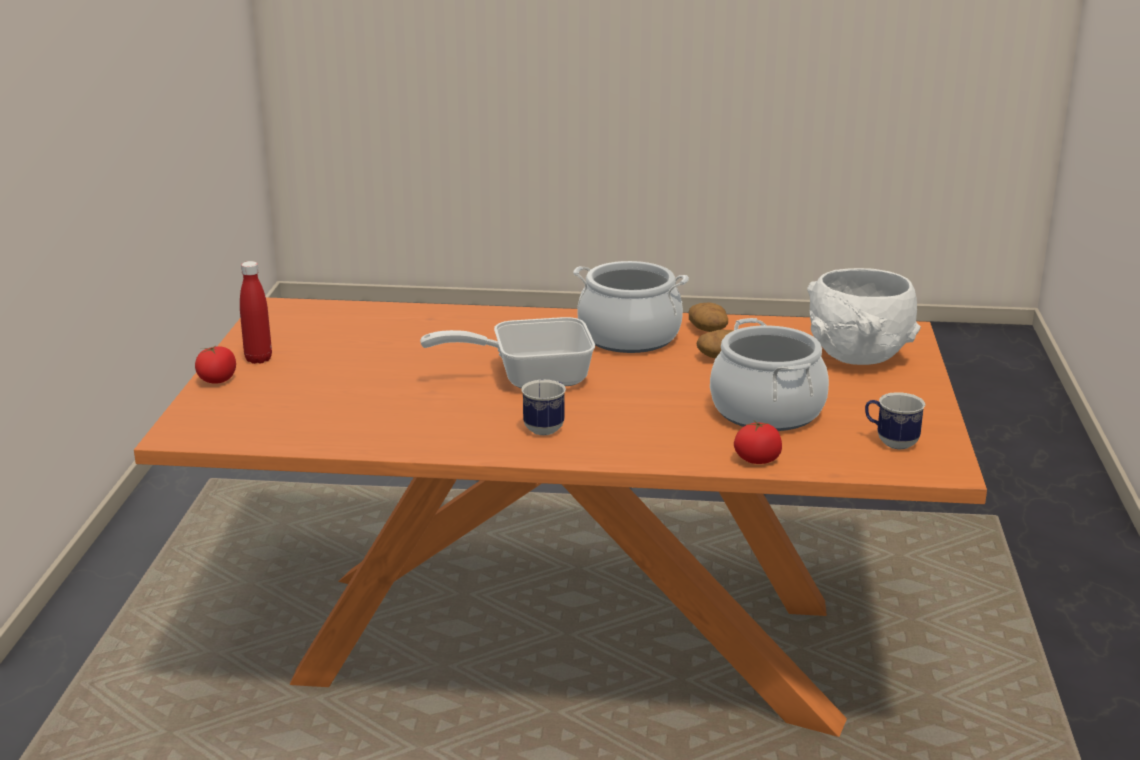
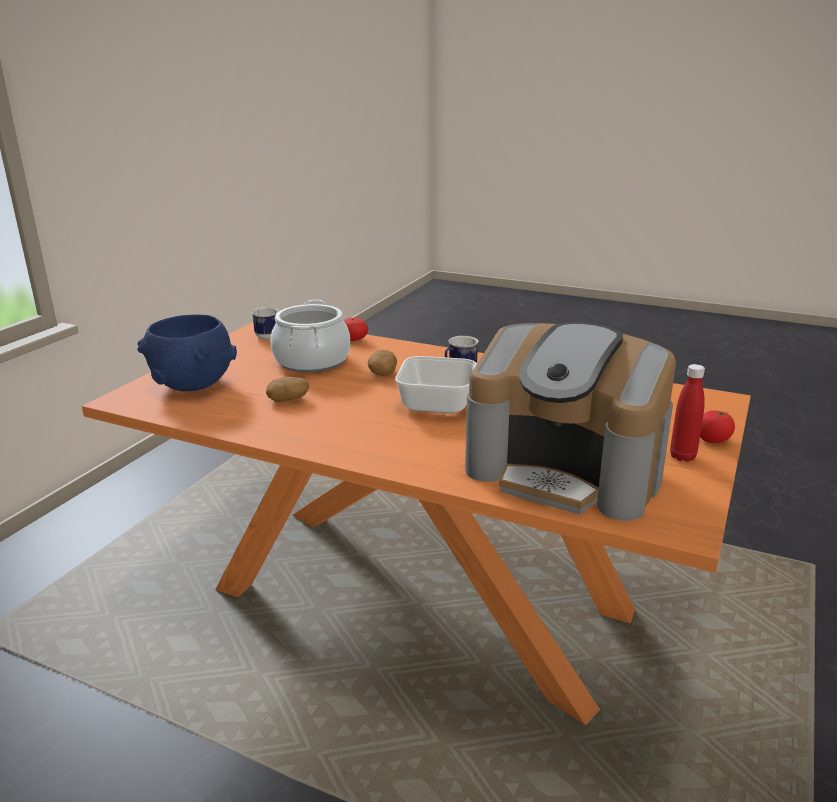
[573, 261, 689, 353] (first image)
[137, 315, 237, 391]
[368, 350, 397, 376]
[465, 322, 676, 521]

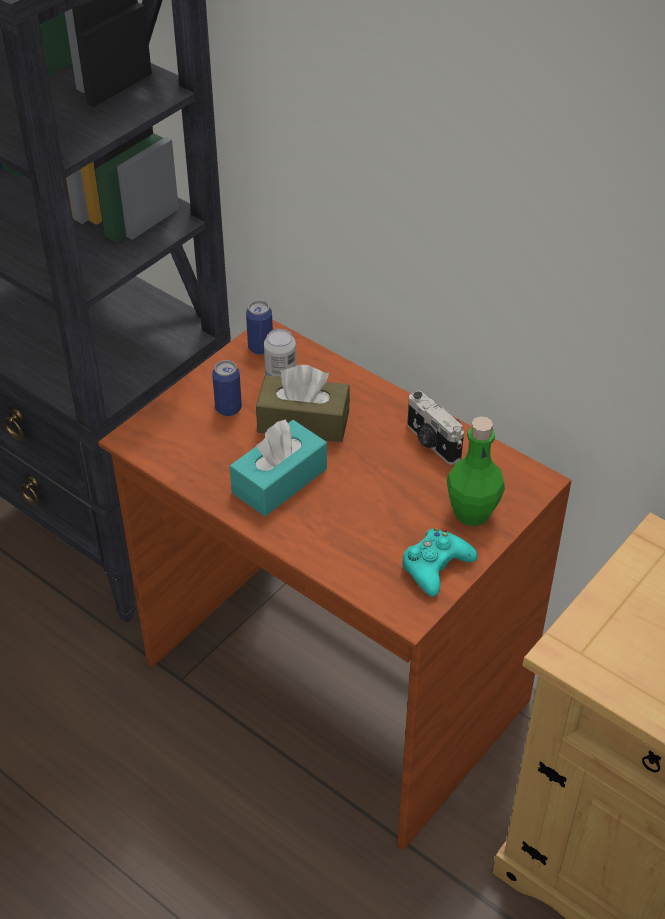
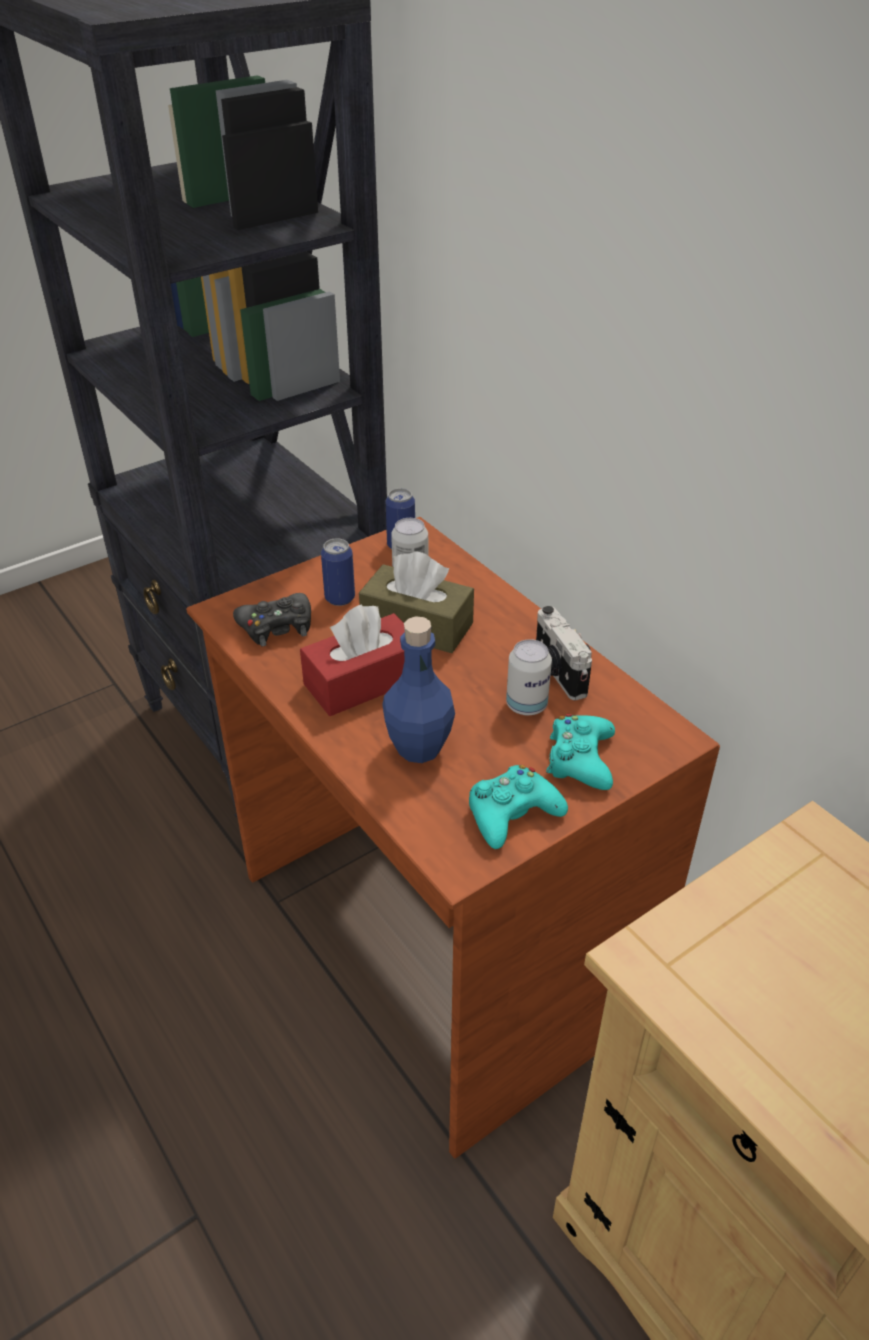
[546, 714, 615, 790]
[300, 605, 405, 716]
[233, 593, 311, 647]
[382, 616, 455, 763]
[506, 639, 552, 715]

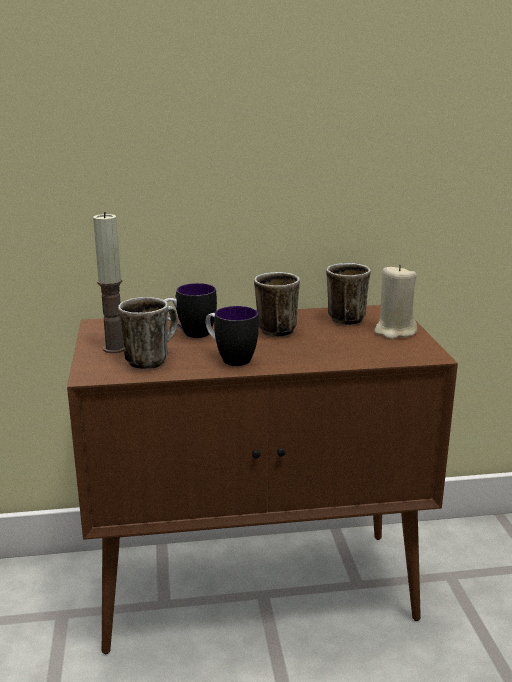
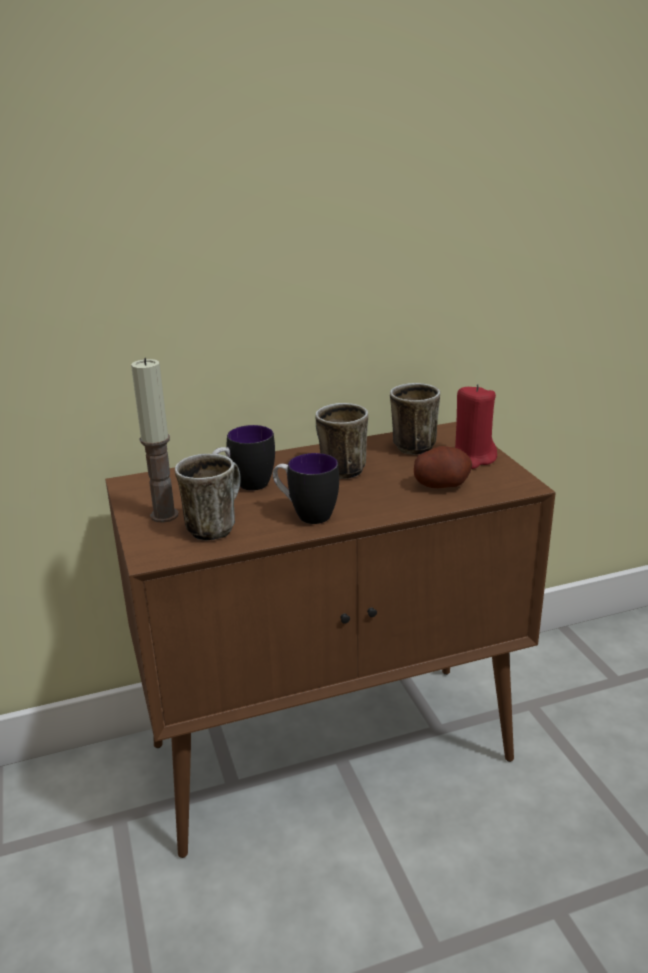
[455, 384, 497, 469]
[414, 446, 472, 488]

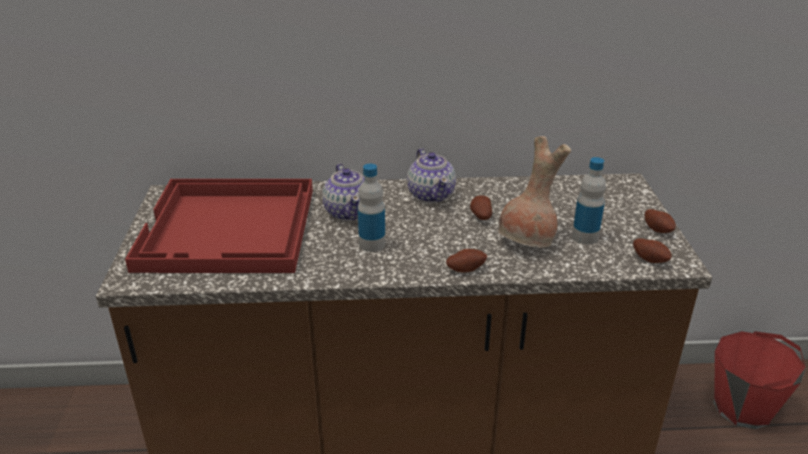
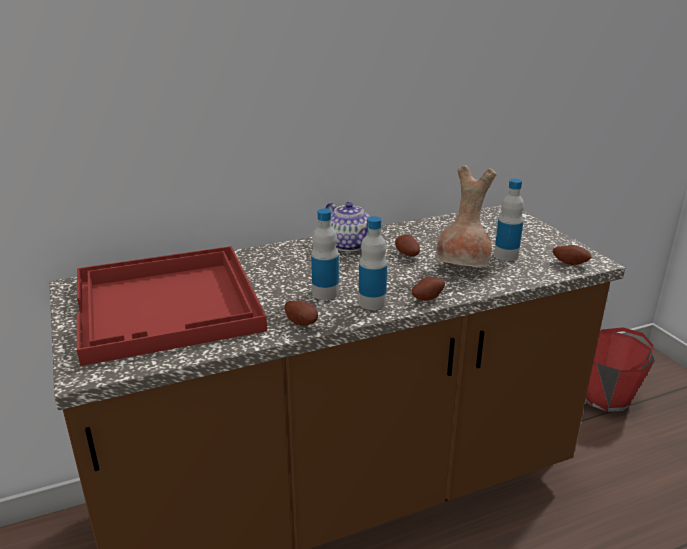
[322, 164, 364, 221] (first image)
[285, 301, 318, 326]
[359, 216, 387, 310]

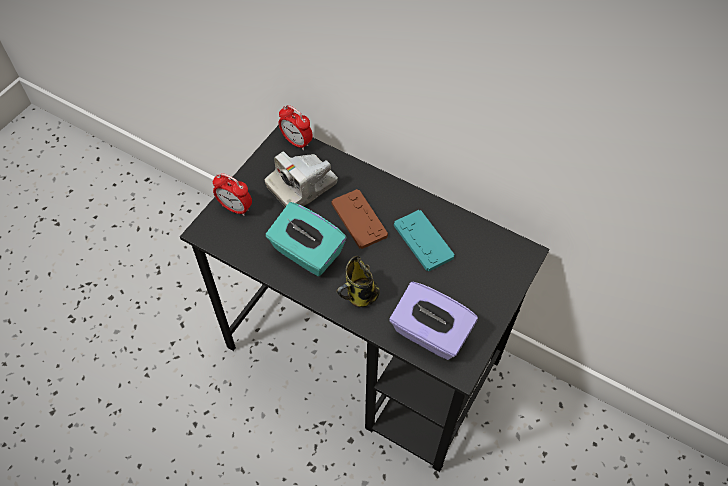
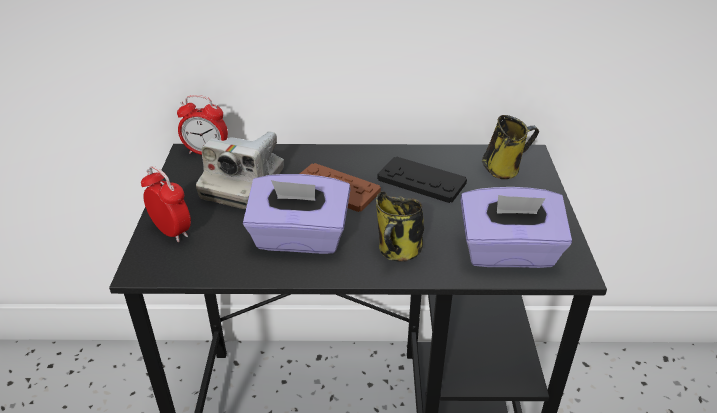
[141, 166, 191, 242]
[243, 174, 350, 254]
[377, 156, 467, 203]
[482, 115, 539, 179]

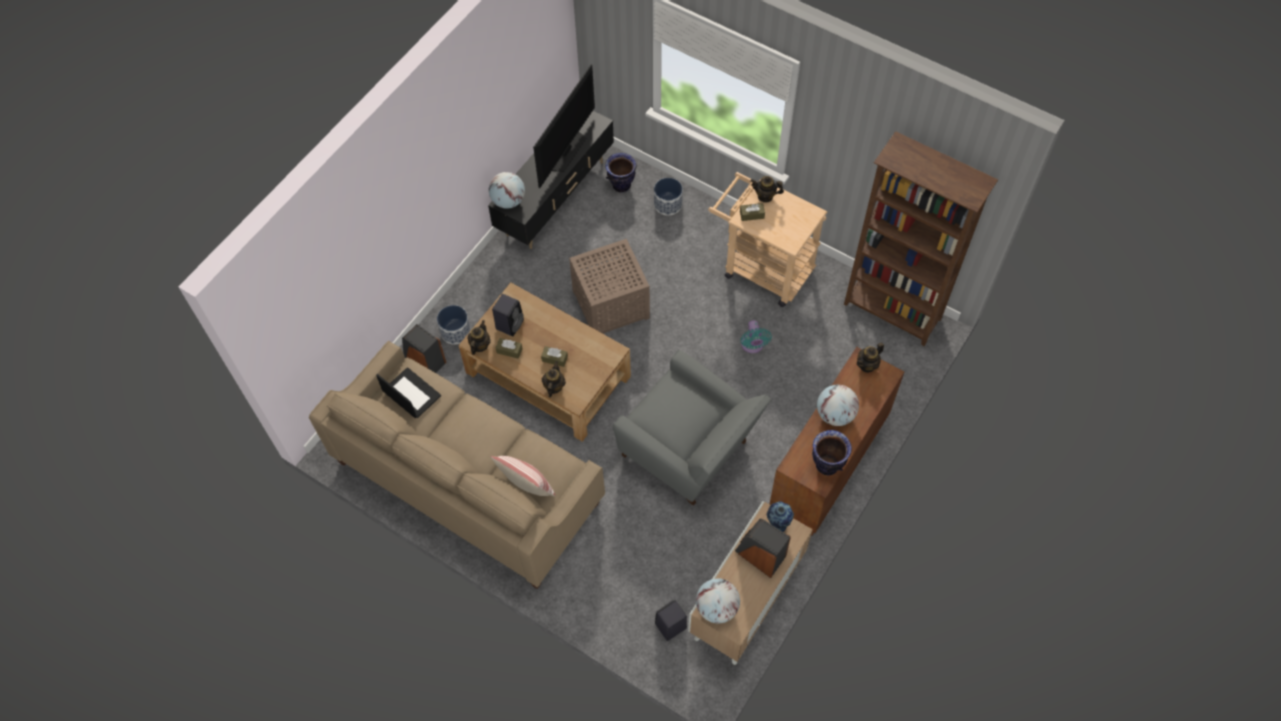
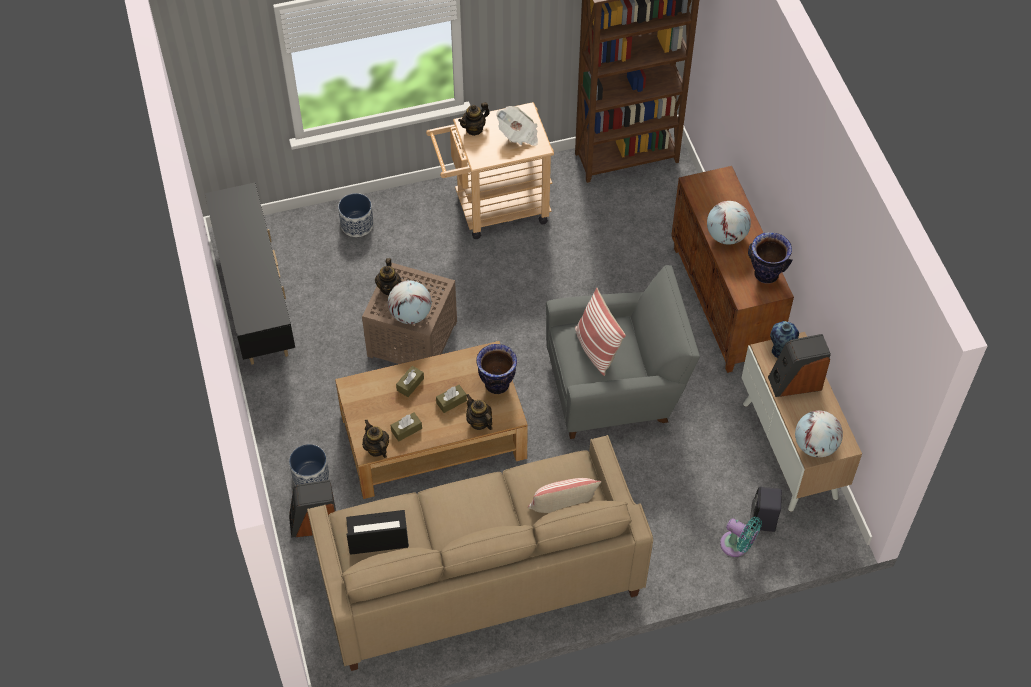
[533, 64, 595, 188] (first image)
[476, 344, 517, 394]
[388, 280, 431, 324]
[396, 366, 424, 397]
[492, 294, 524, 336] (first image)
[720, 517, 762, 557]
[375, 258, 402, 295]
[496, 106, 538, 146]
[575, 288, 626, 376]

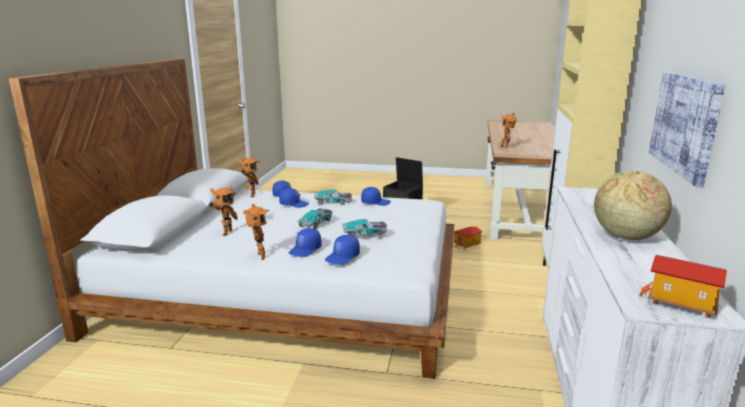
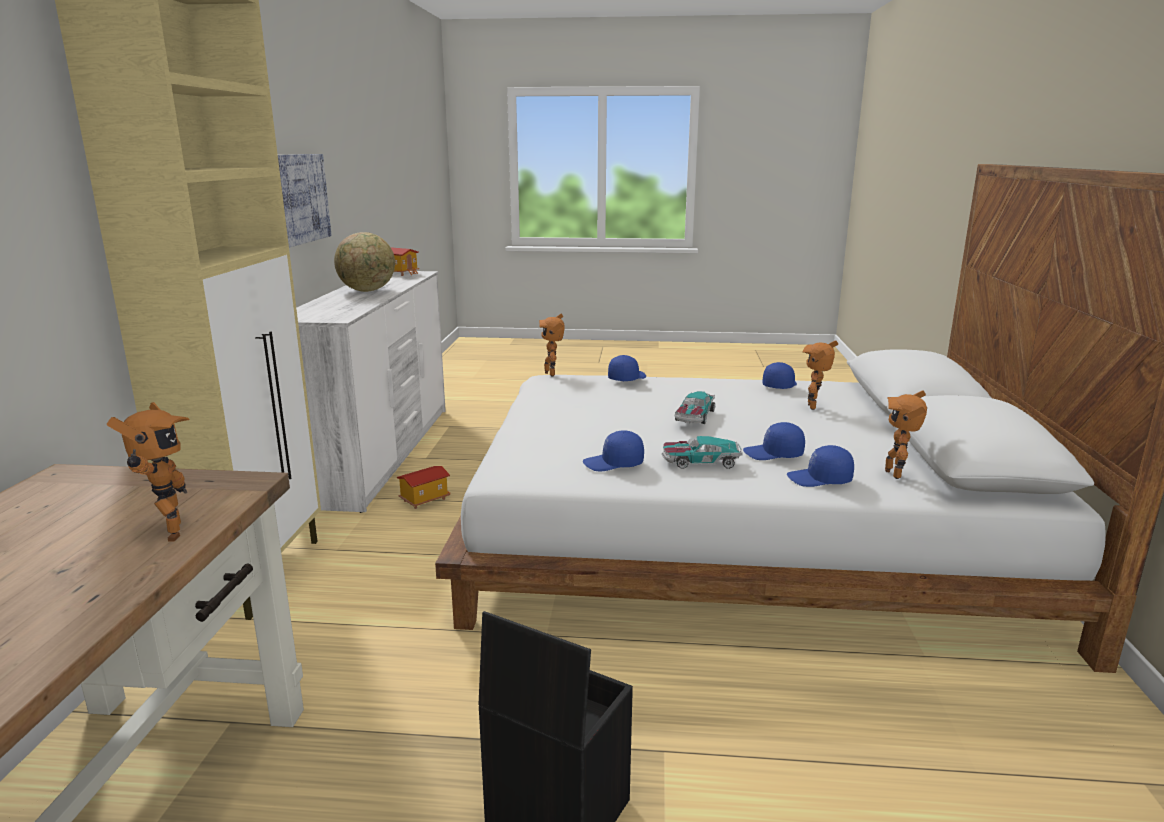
[539, 314, 565, 376]
[342, 219, 388, 237] (first image)
[397, 466, 451, 509]
[762, 362, 797, 389]

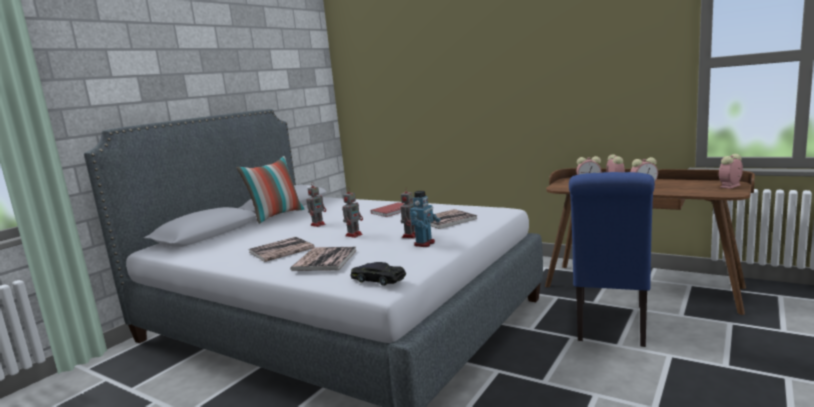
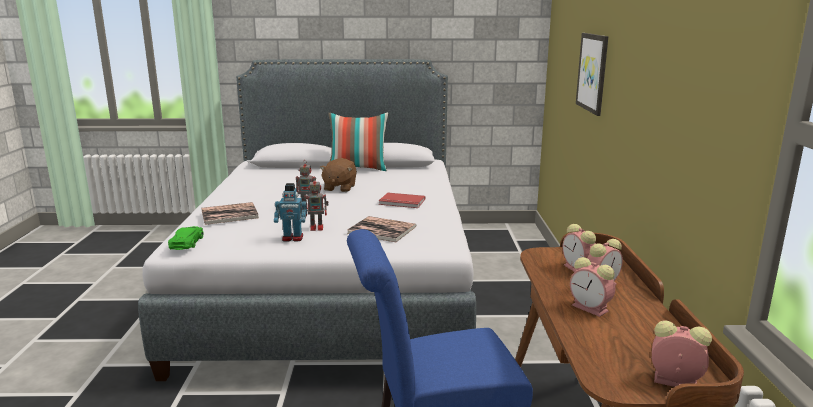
[319, 158, 357, 192]
[249, 237, 314, 262] (first image)
[168, 226, 203, 250]
[576, 33, 608, 116]

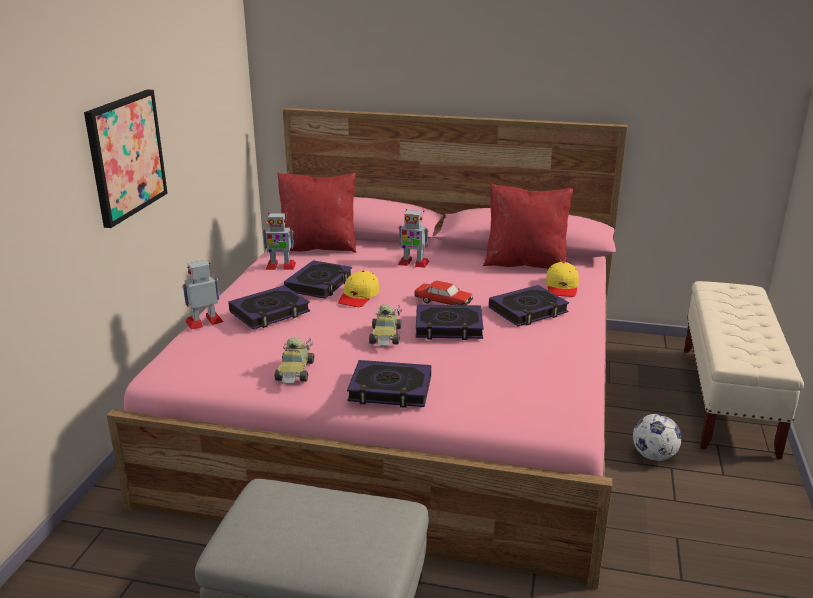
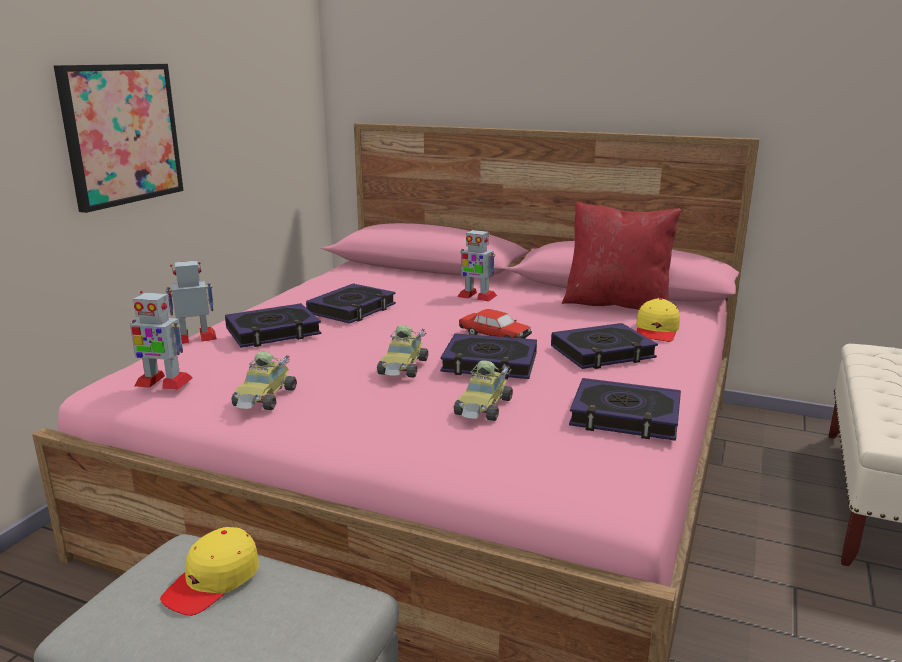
[277, 173, 356, 253] (first image)
[130, 291, 193, 390]
[160, 527, 259, 616]
[569, 378, 681, 441]
[633, 414, 682, 461] (first image)
[454, 360, 513, 421]

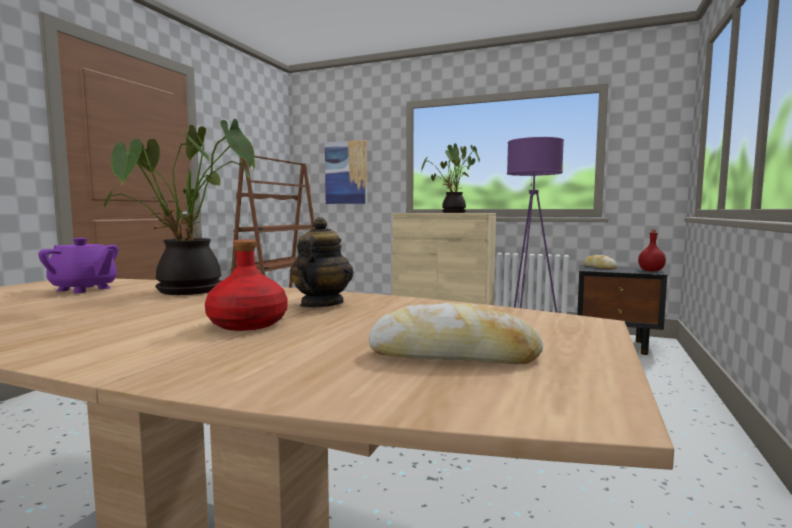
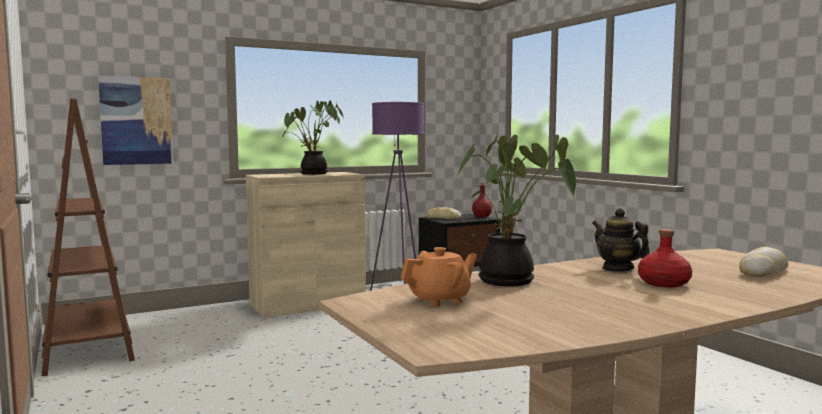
[400, 247, 477, 306]

